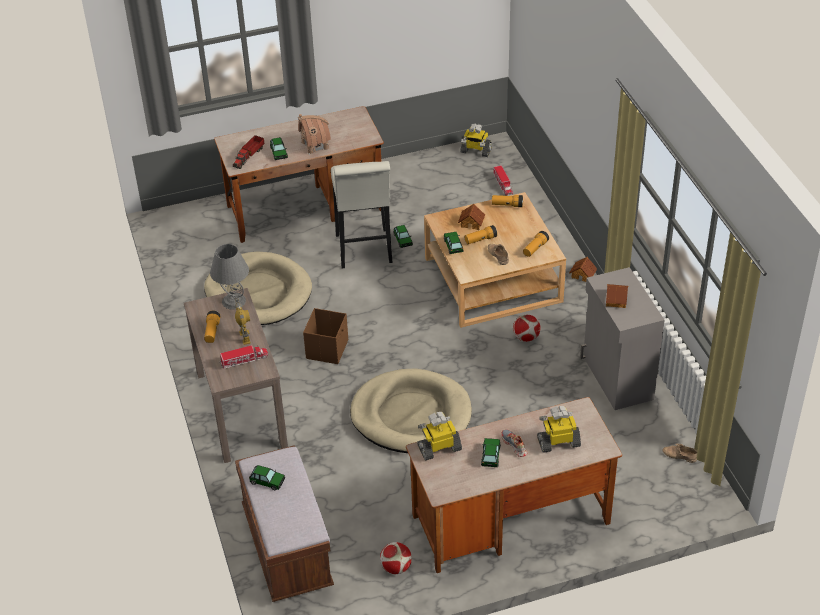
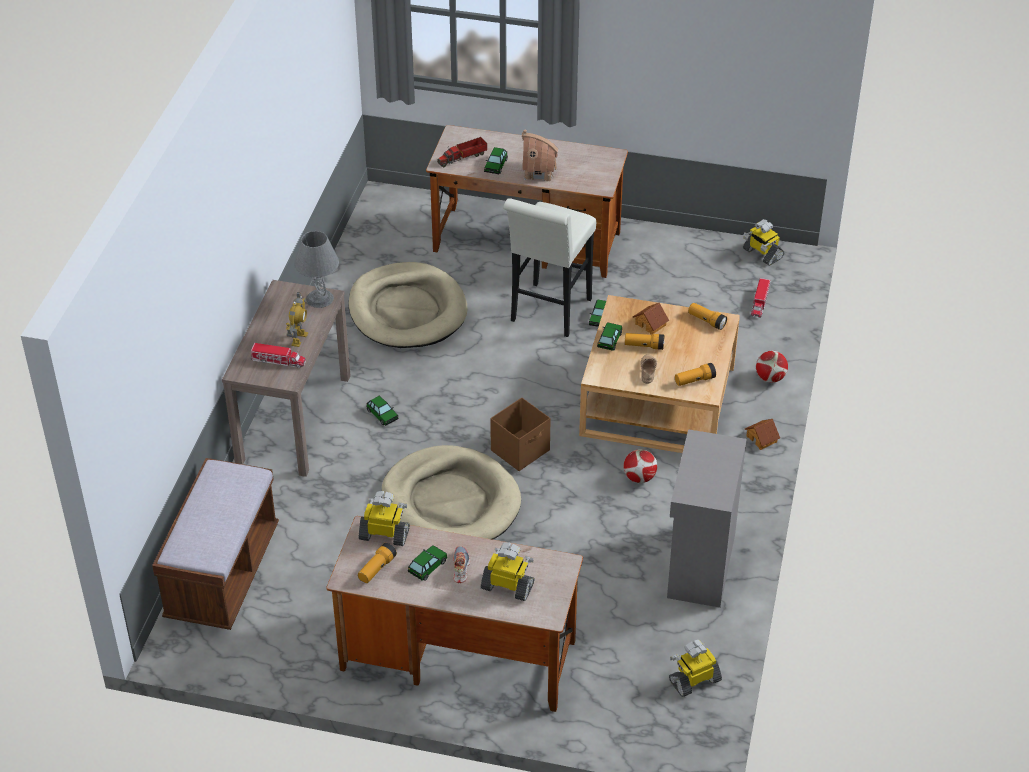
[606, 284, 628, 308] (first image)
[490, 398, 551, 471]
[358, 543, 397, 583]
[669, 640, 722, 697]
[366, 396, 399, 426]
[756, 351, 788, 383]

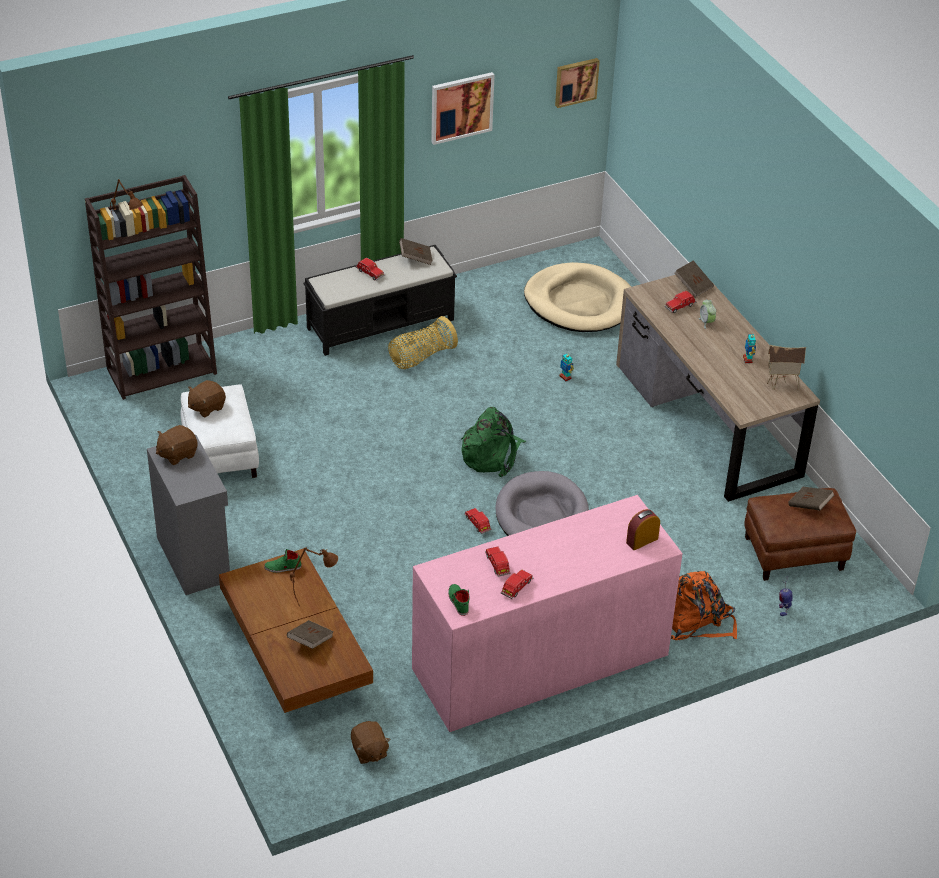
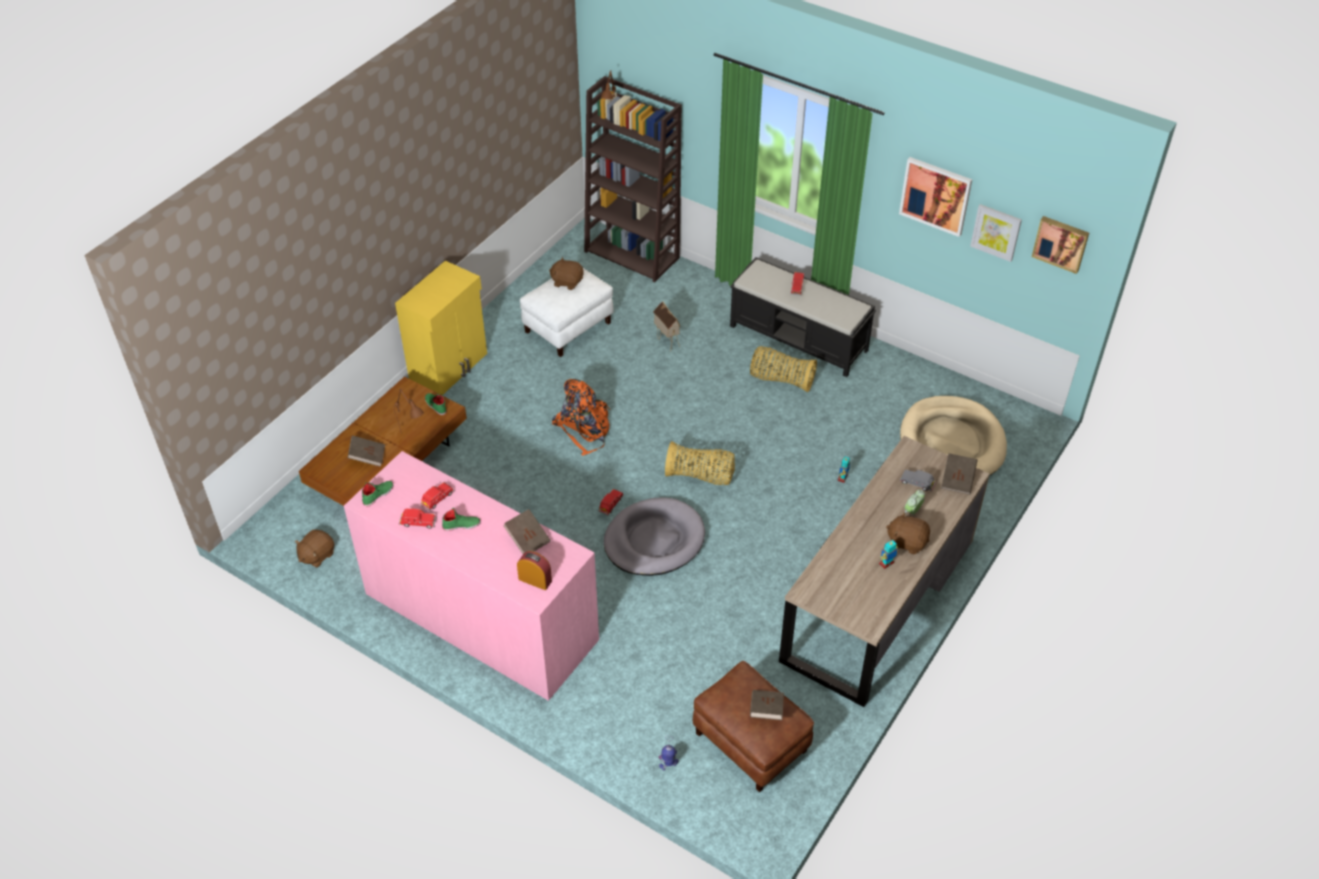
[503, 509, 551, 554]
[900, 470, 936, 492]
[653, 301, 681, 352]
[665, 441, 735, 485]
[886, 512, 930, 554]
[395, 261, 487, 395]
[552, 379, 611, 456]
[970, 204, 1022, 262]
[442, 508, 481, 531]

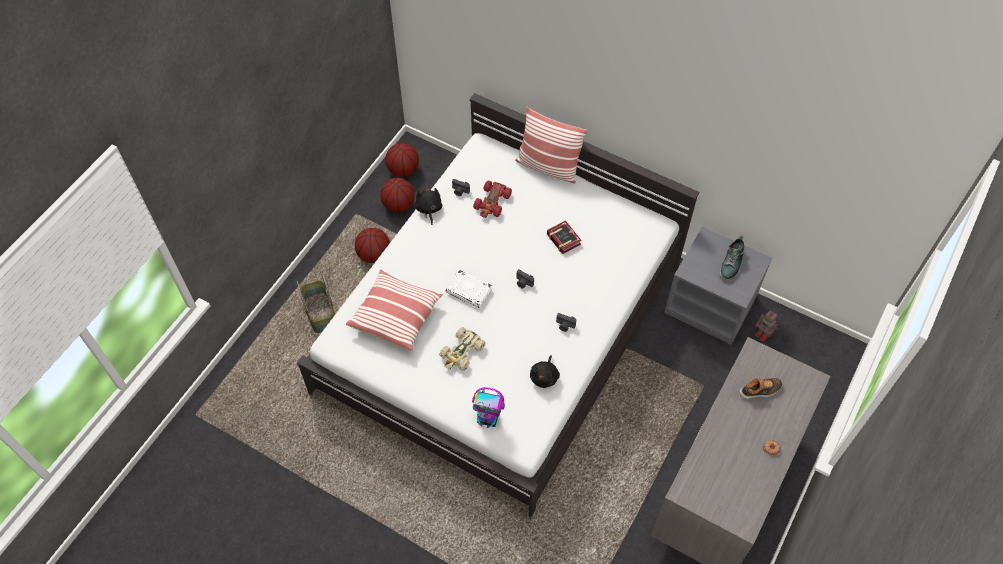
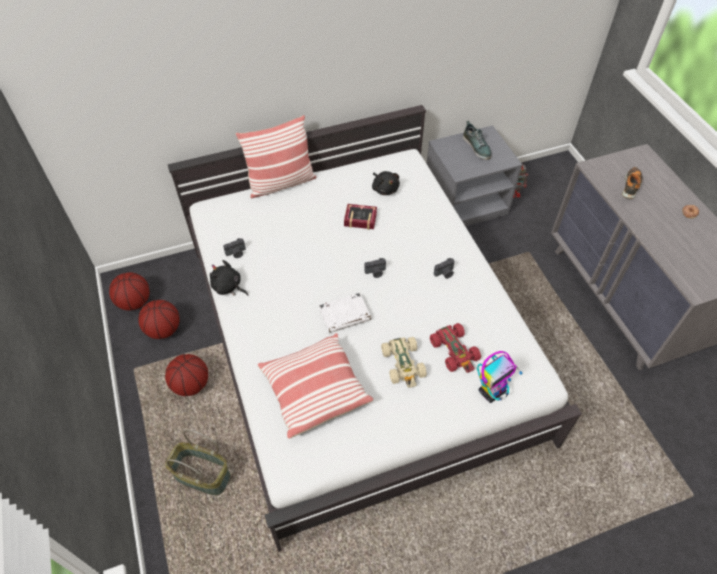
[430, 323, 481, 373]
[372, 171, 400, 195]

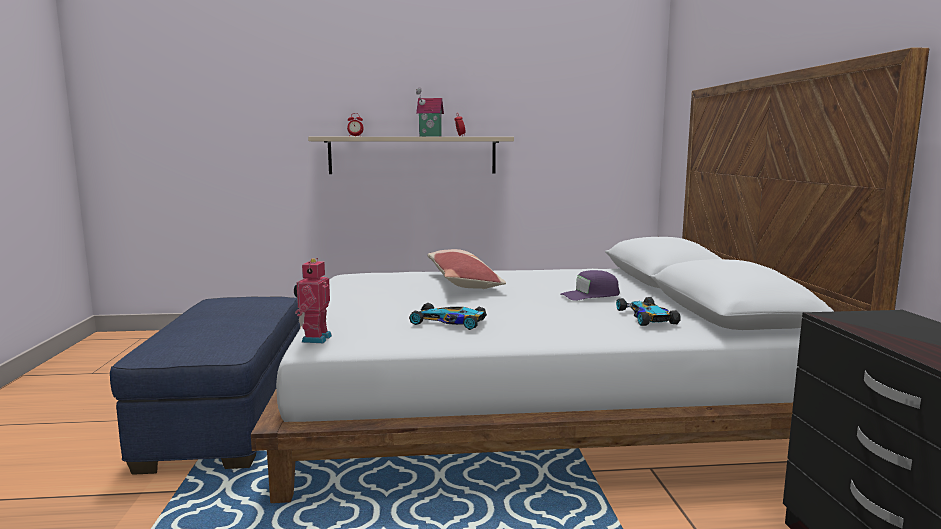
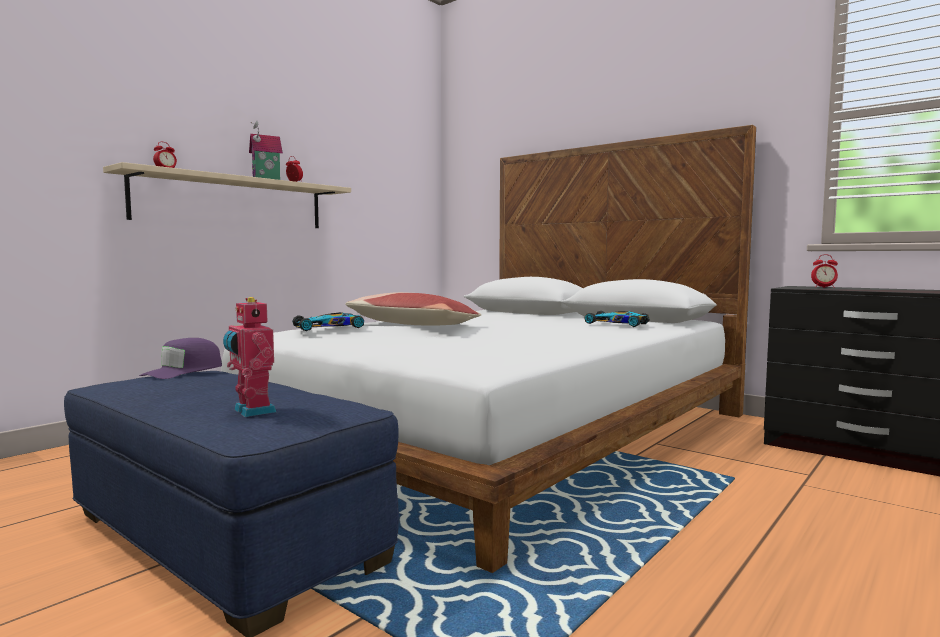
[223, 297, 276, 417]
[139, 338, 222, 379]
[292, 312, 364, 331]
[811, 254, 838, 288]

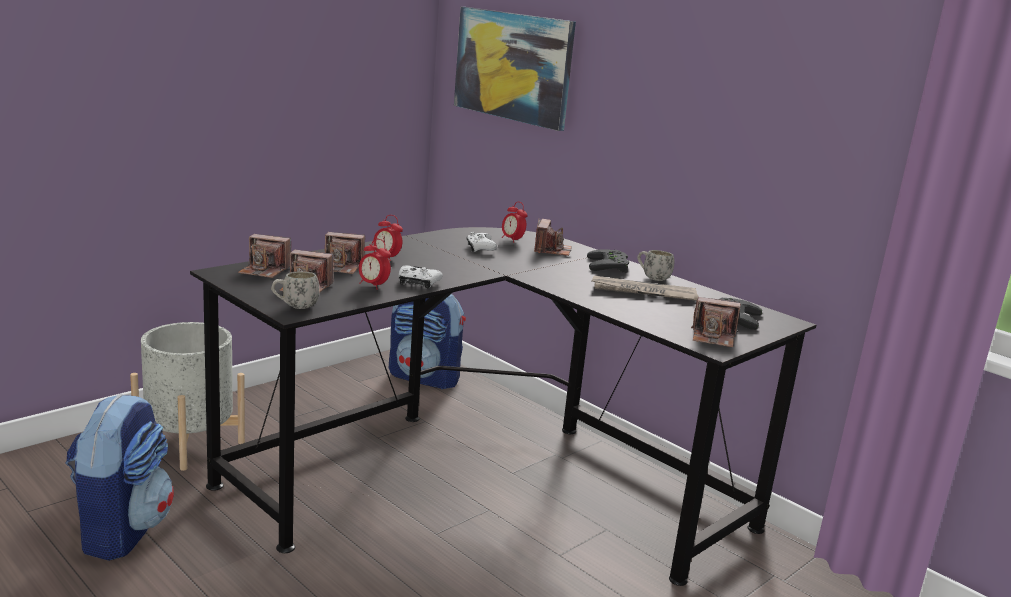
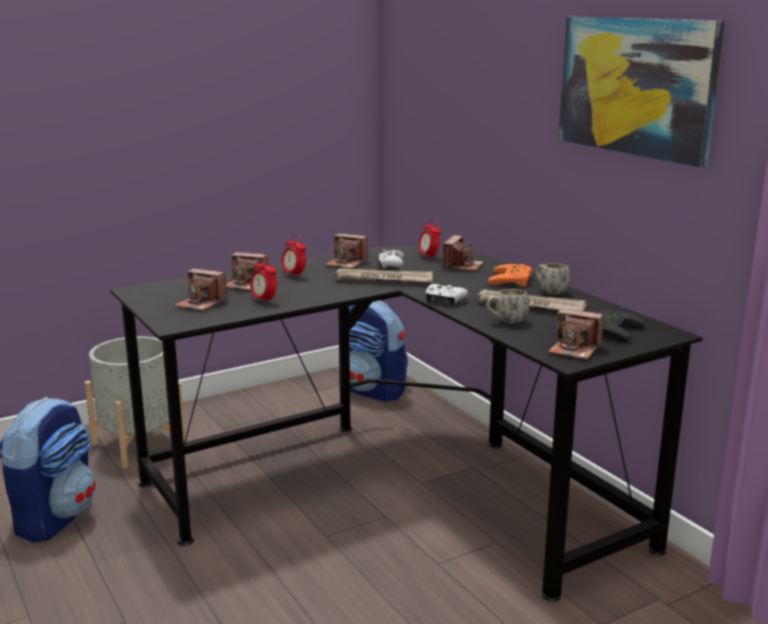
[558, 17, 725, 168]
[325, 233, 368, 268]
[488, 264, 532, 287]
[426, 284, 468, 306]
[486, 289, 529, 323]
[334, 268, 433, 283]

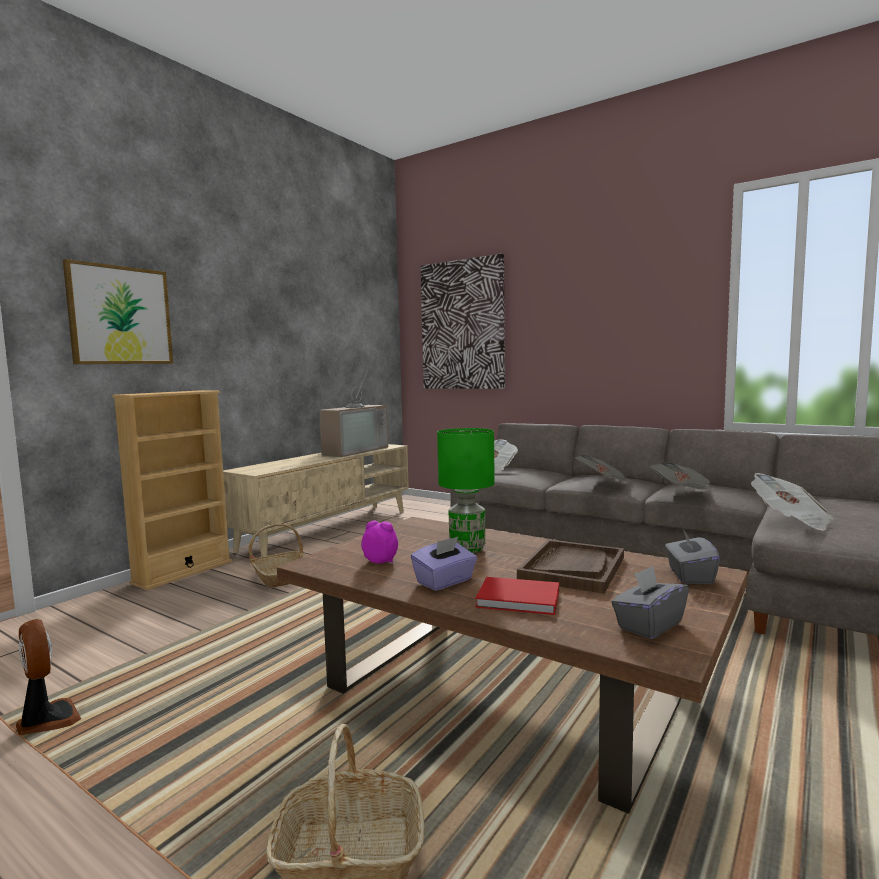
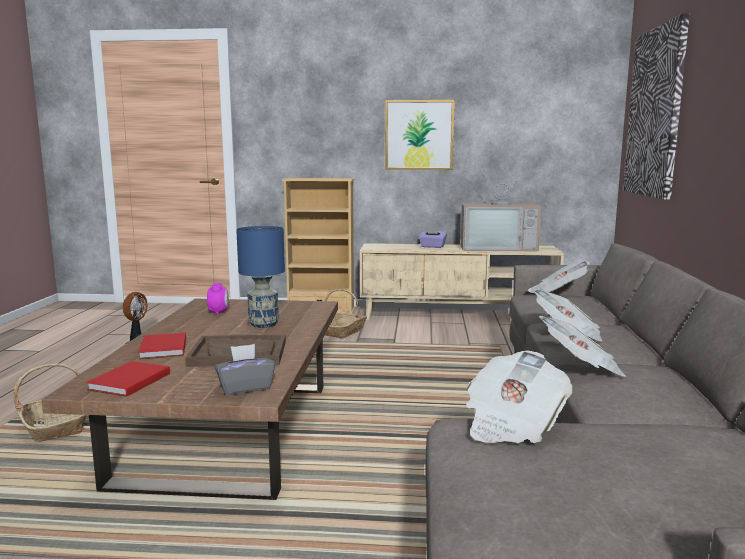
[385, 100, 455, 170]
[236, 226, 285, 328]
[419, 227, 447, 248]
[86, 361, 170, 397]

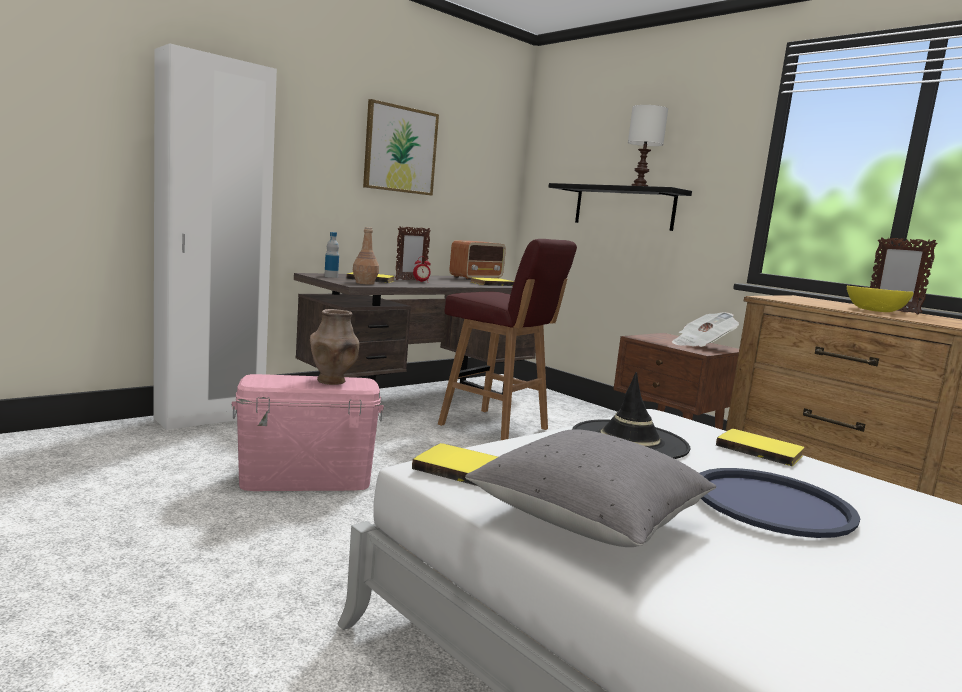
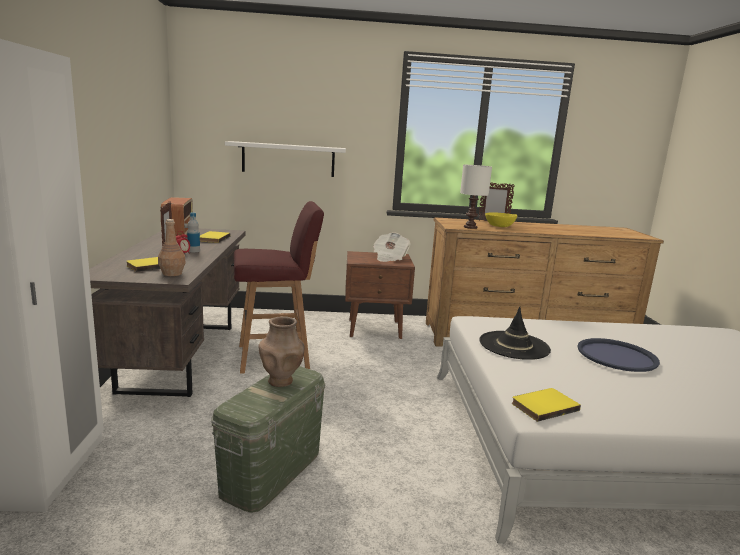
[363, 99, 439, 196] (first image)
[460, 165, 492, 229]
[225, 141, 346, 177]
[187, 212, 200, 252]
[211, 366, 325, 513]
[465, 429, 716, 547] (first image)
[716, 429, 804, 466] (first image)

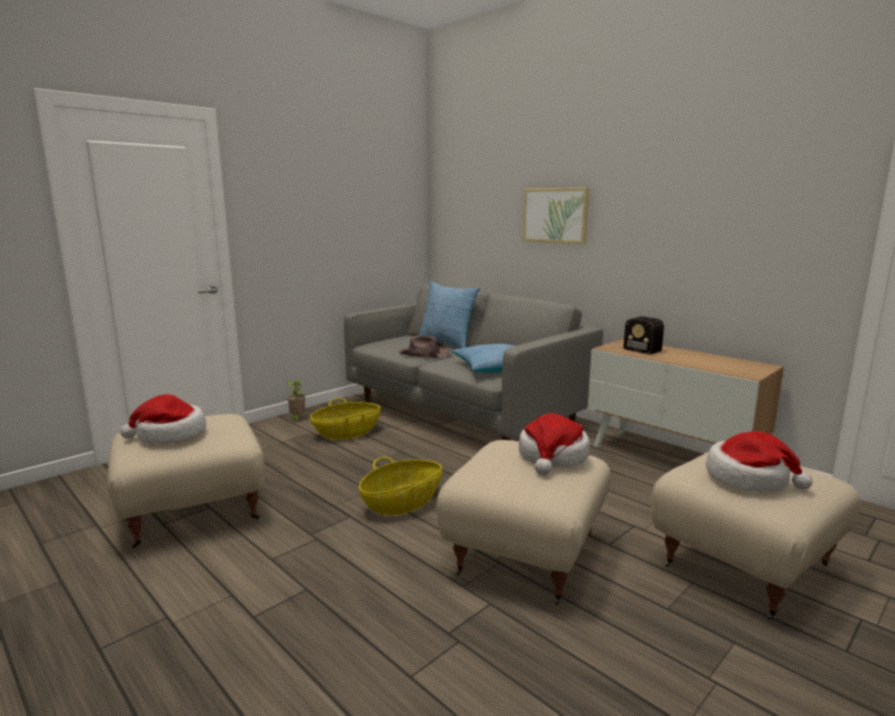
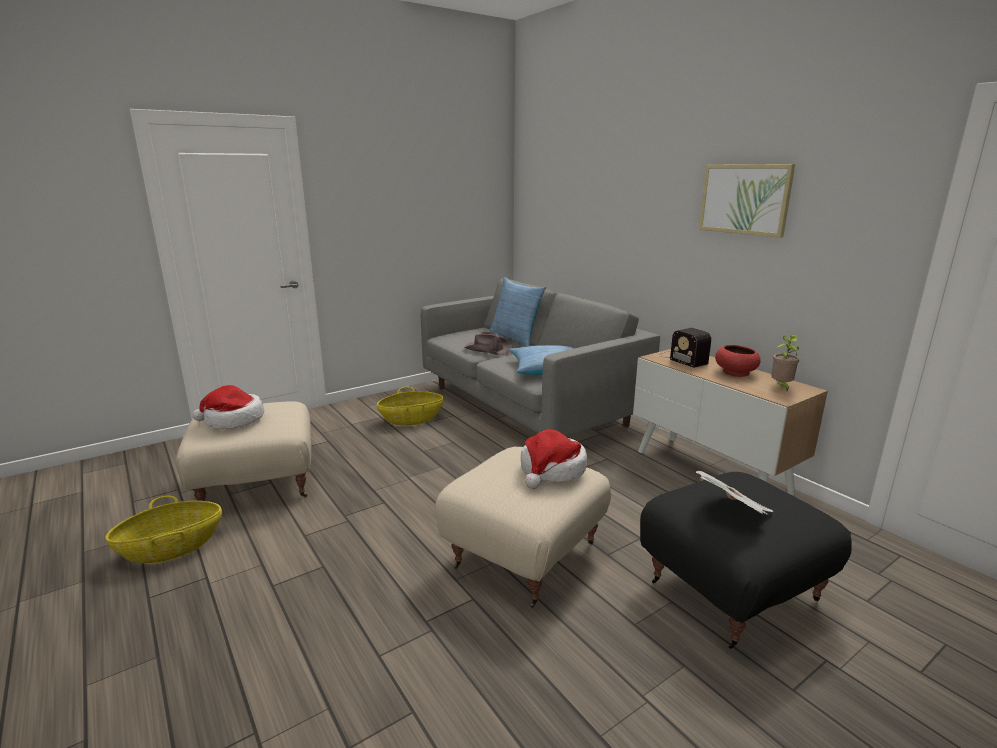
[699, 164, 795, 238]
[771, 334, 799, 391]
[696, 471, 774, 515]
[640, 472, 852, 649]
[105, 495, 222, 564]
[715, 345, 761, 377]

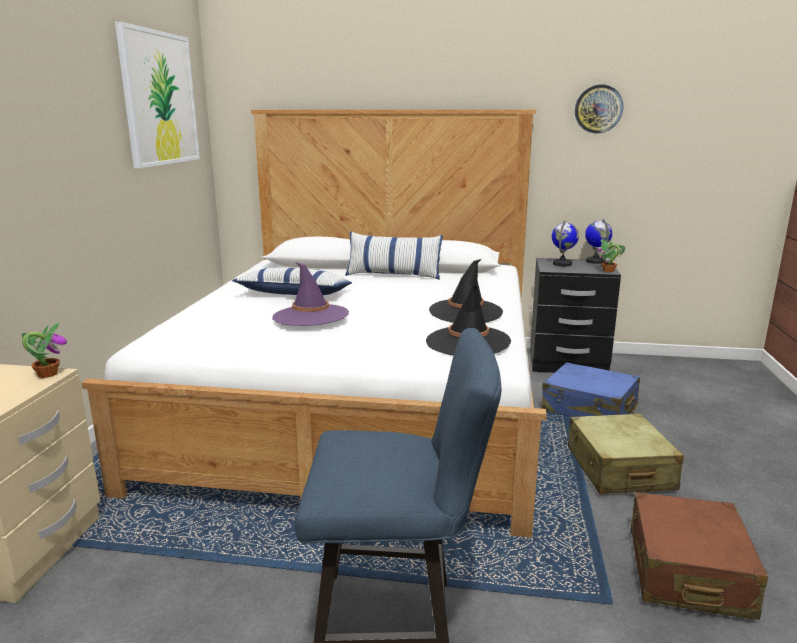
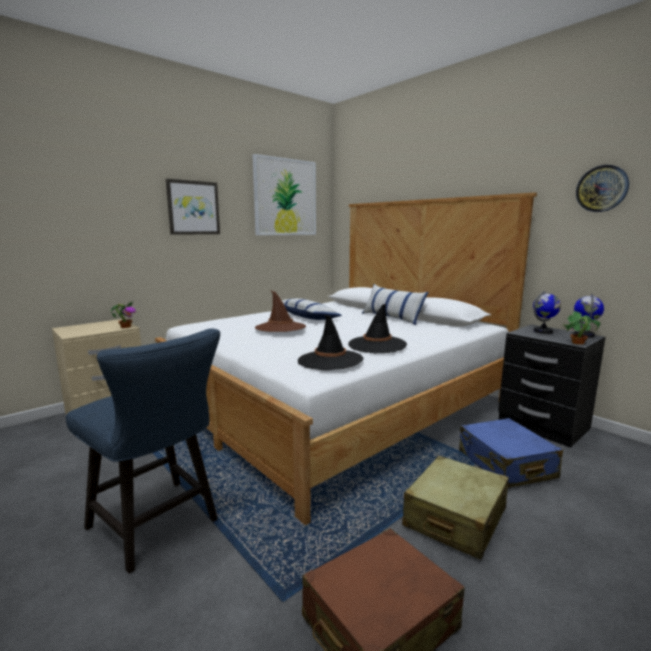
[255, 290, 306, 332]
[166, 179, 220, 235]

